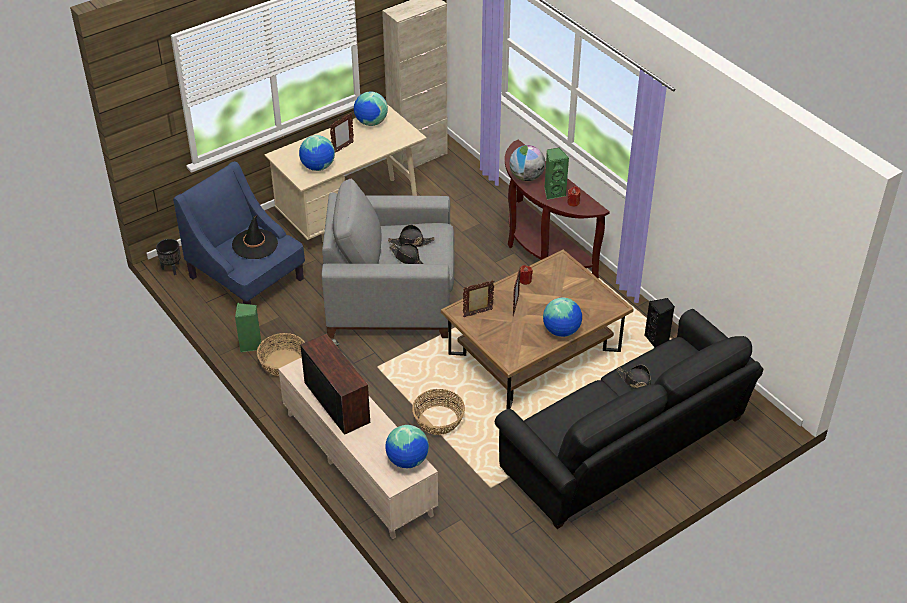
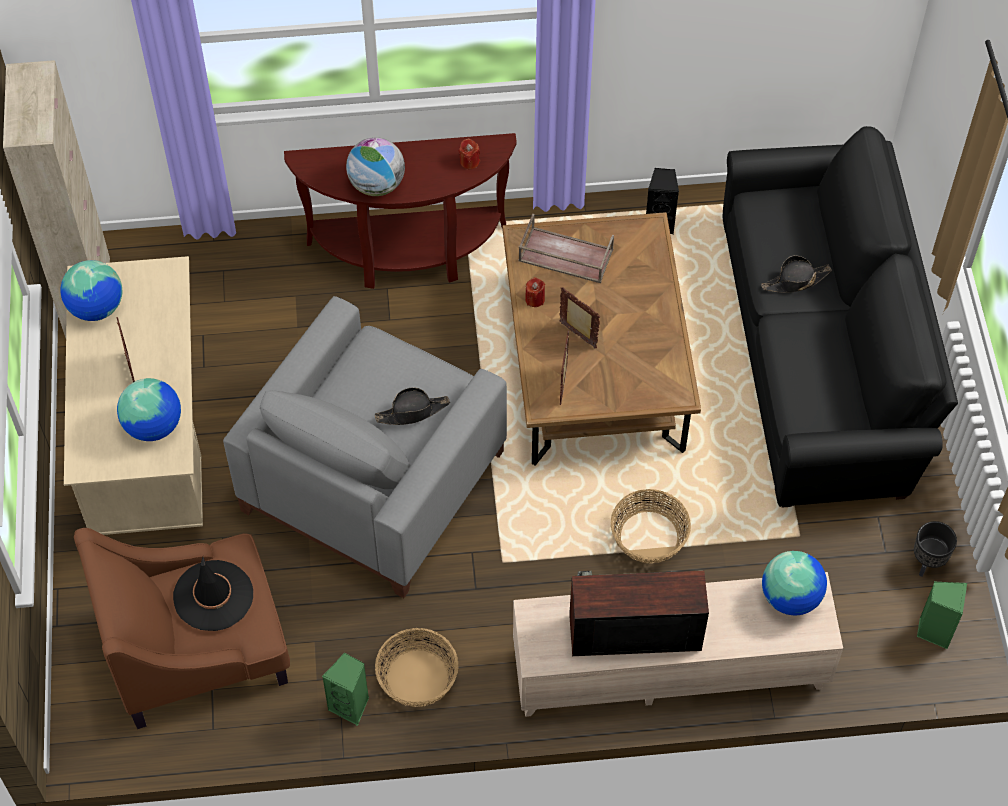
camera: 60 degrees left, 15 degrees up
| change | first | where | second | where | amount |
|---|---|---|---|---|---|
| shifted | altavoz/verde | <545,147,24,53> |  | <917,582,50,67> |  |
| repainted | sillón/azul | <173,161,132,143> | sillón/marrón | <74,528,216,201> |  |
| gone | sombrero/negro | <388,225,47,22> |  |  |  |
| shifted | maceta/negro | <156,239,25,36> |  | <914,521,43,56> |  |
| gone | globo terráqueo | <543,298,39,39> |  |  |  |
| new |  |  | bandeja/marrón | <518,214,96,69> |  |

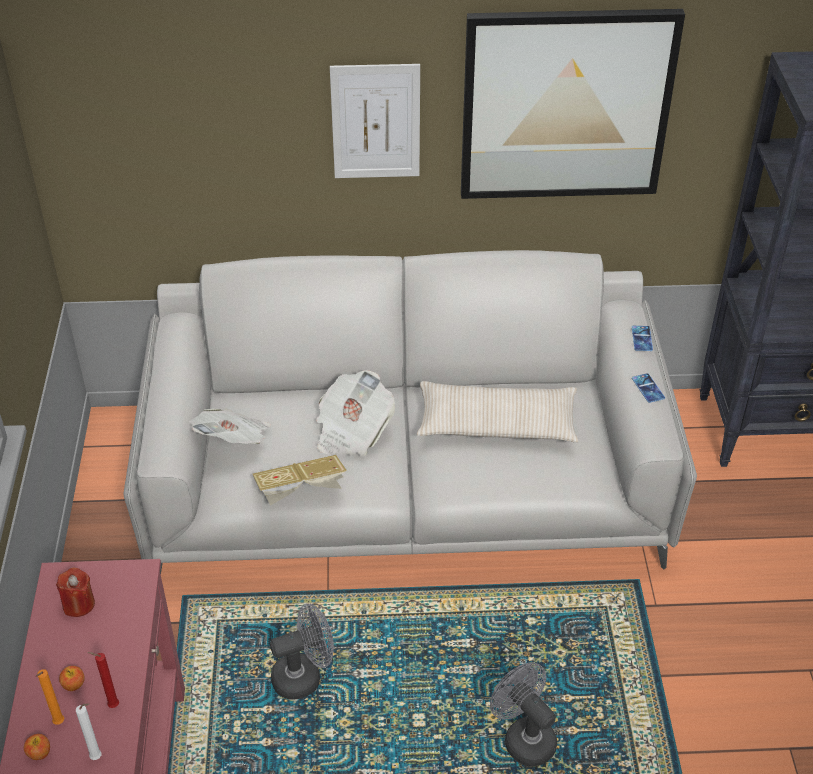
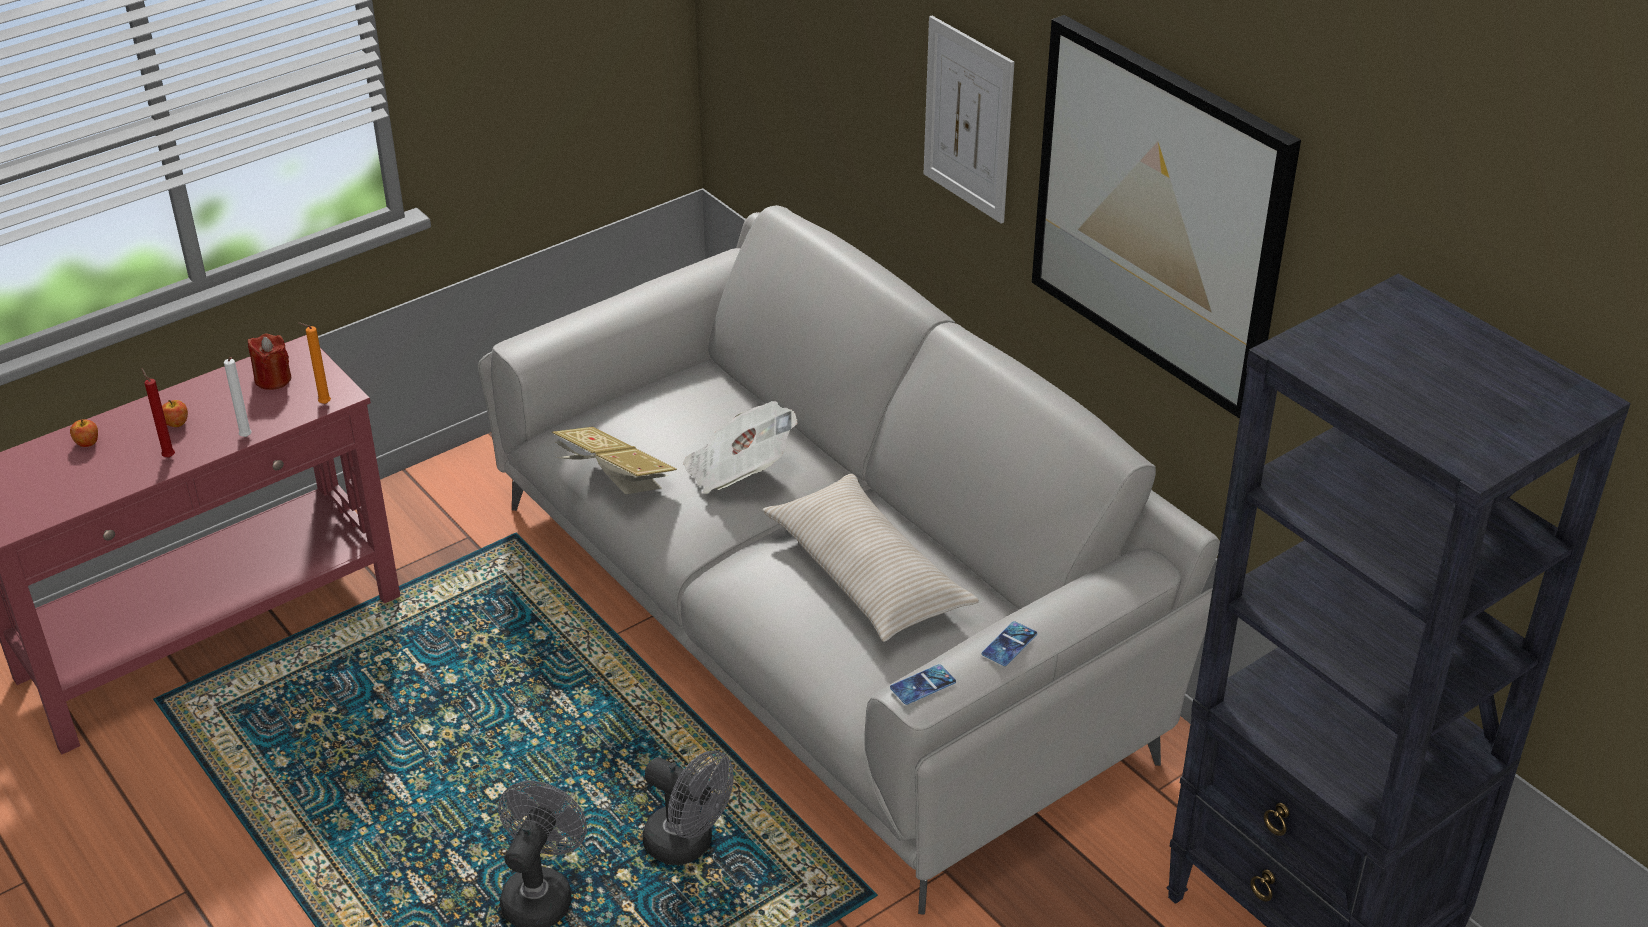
camera: 55 degrees right, 5 degrees down
| change | first | where | second | where | amount |
|---|---|---|---|---|---|
| shifted | móvil | <632,326,21,25> |  | <890,664,66,41> |  |
| gone | periódico | <189,409,82,35> |  |  |  |
| shifted | ventilador/gris | <270,603,64,96> |  | <642,751,92,114> |  |
| shifted | vela/naranja | <36,669,28,56> |  | <299,323,32,81> |  |
| shifted | vela/blanco | <76,703,25,57> |  | <224,357,28,80> |  |

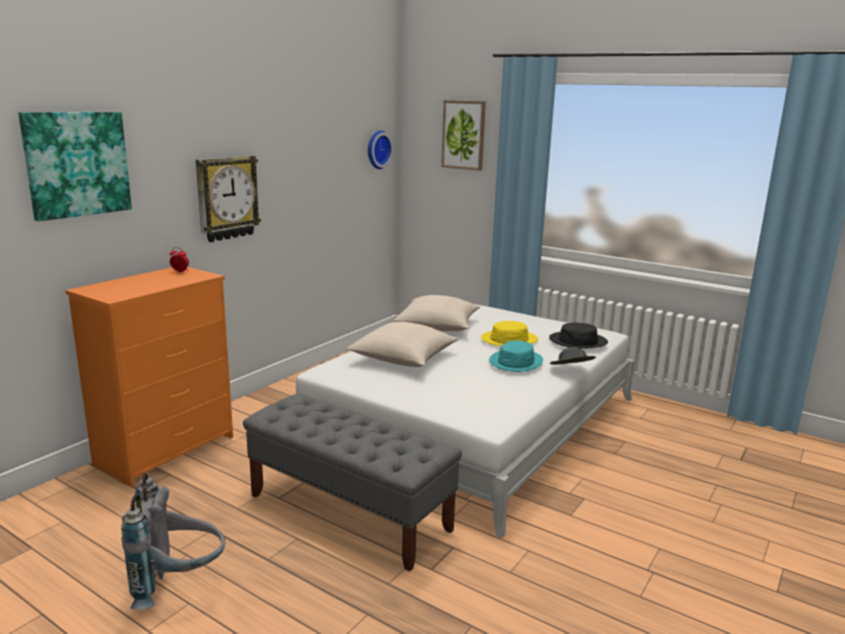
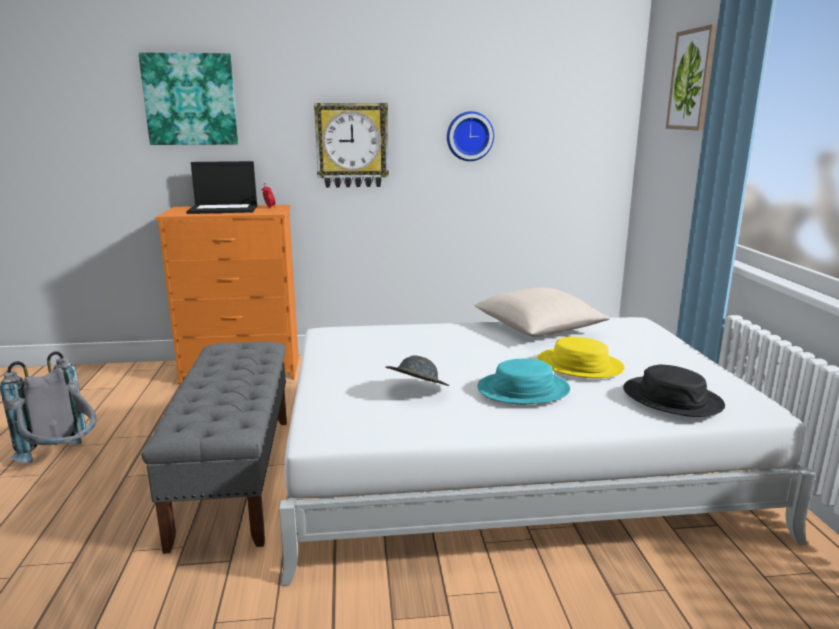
camera: 50 degrees right, 0 degrees up
| change | first | where | second | where | amount |
|---|---|---|---|---|---|
| shifted | reloj de pared | <368,130,25,39> |  | <447,111,47,50> |  |
| gone | cojín/beis | <347,322,112,45> |  |  |  |
| shifted | sombrero/gris | <550,347,46,18> |  | <385,355,64,31> |  |
| new |  |  | portátil | <186,161,71,53> |  |

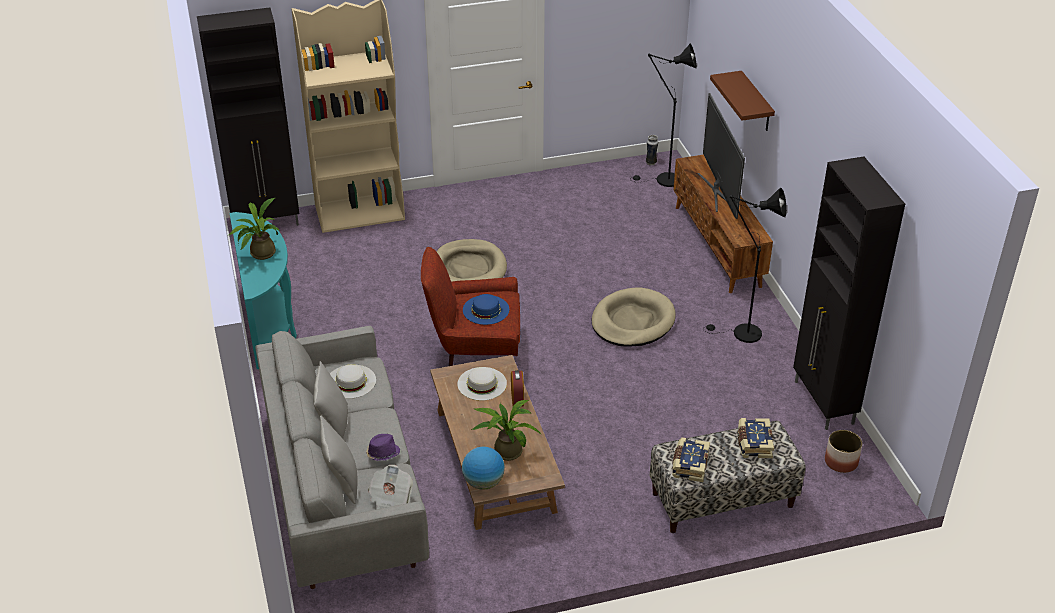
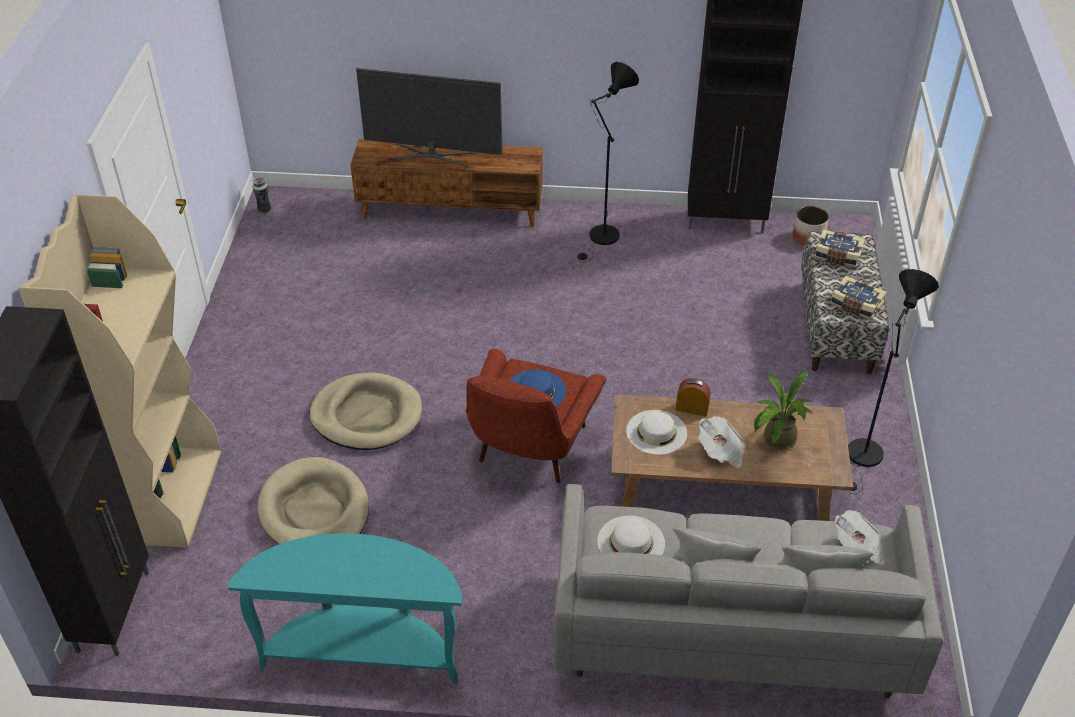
camera: 70 degrees left, 5 degrees up
| change | first | where | second | where | amount |
|---|---|---|---|---|---|
| shifted | lámpara de pie/negro | <633,43,64,144> |  | <848,269,91,226> |  |
| gone | estante/marrón | <710,71,65,60> |  |  |  |
| gone | planta en maceta | <229,198,51,62> |  |  |  |
| shifted | cama para perro/beis | <591,287,85,59> |  | <258,457,111,88> |  |
| gone | sombrero/morado | <366,434,34,27> |  |  |  |
| gone | globo terráqueo | <462,447,43,43> |  |  |  |
| new |  |  | periódico | <698,416,48,52> |  |

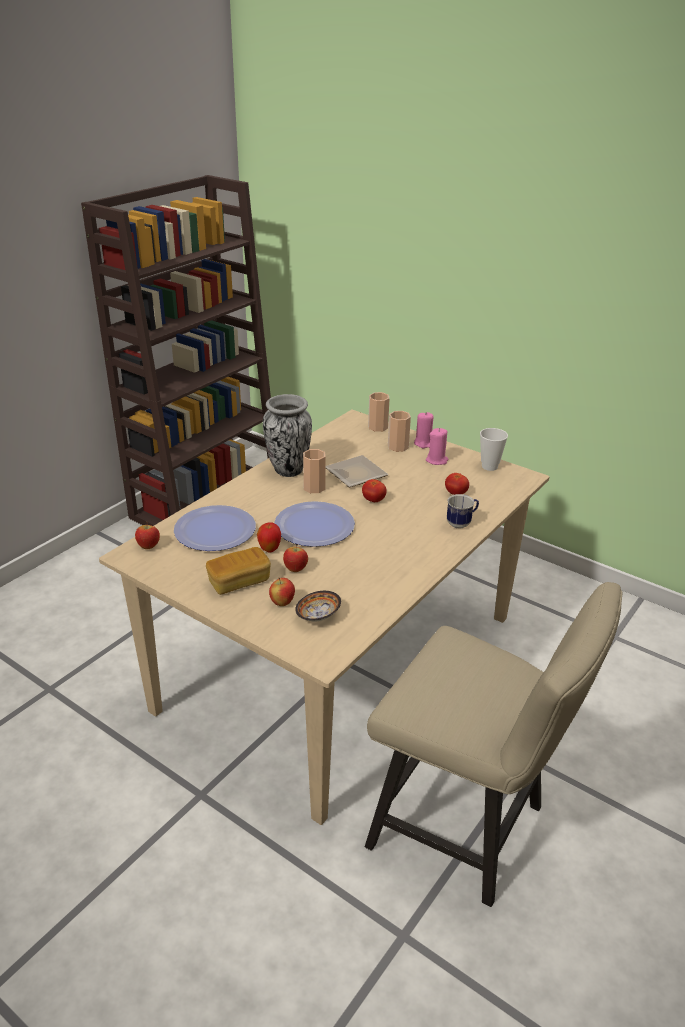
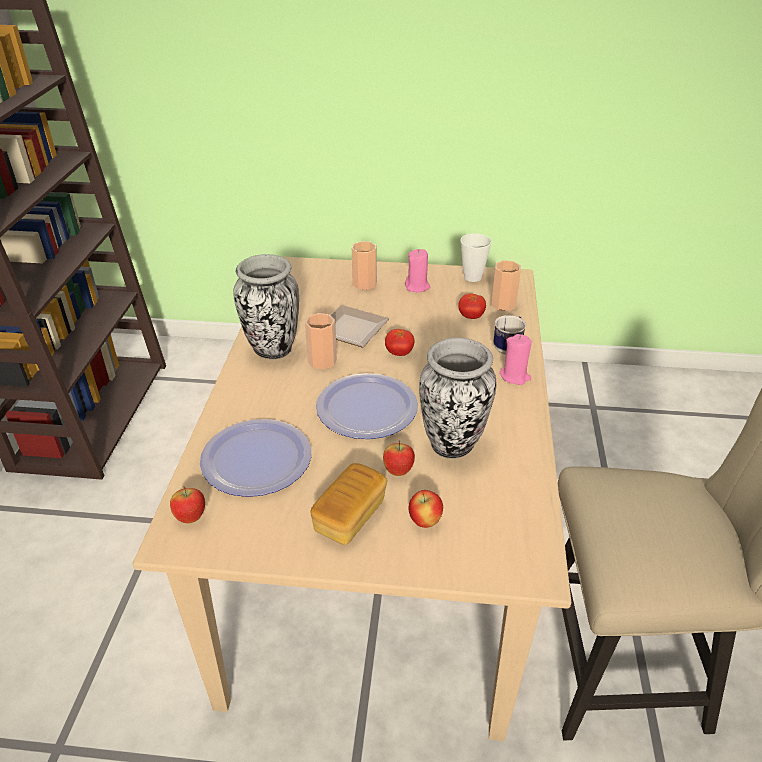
camera: 30 degrees left, 5 degrees up
| change | first | where | second | where | amount |
|---|---|---|---|---|---|
| shifted | taza | <368,392,22,40> |  | <491,260,30,51> |  |
| shifted | vela/rosa | <414,412,20,36> |  | <500,334,32,51> |  |
| gone | manzana | <257,522,24,30> |  |  |  |
| gone | cuenco | <295,591,46,30> |  |  |  |
| new |  |  | florero | <419,337,78,122> |  |

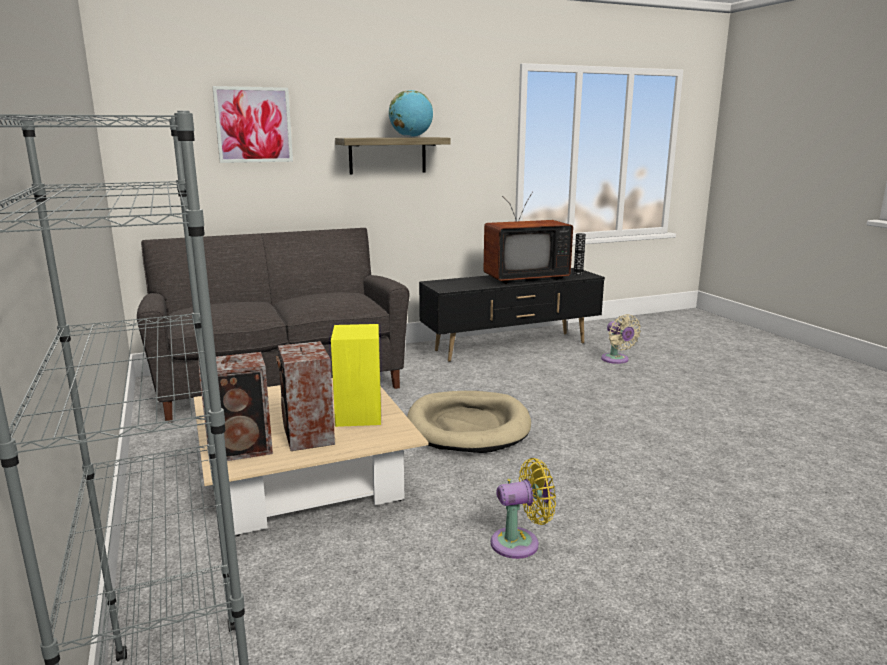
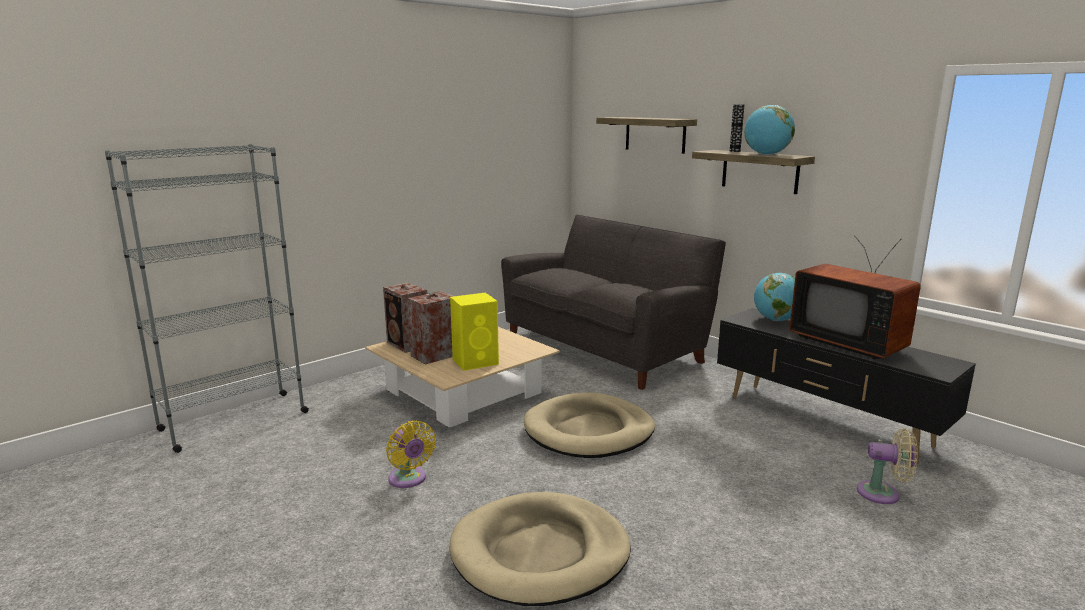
camera: 70 degrees right, 0 degrees up
| change | first | where | second | where | amount |
|---|---|---|---|---|---|
| swapped | cuadro | <212,86,81,77> | estante | <596,117,101,37> |  |
| shifted | florero | <574,233,12,42> |  | <730,104,14,48> |  |
| rotated | ventilador/beis | <601,314,40,50> |  | <857,428,61,76> | 120 degrees counterclockwise |
| new |  |  | globo terráqueo | <754,273,41,48> |  |
| new |  |  | cama para perro/beis | <449,492,182,114> |  |

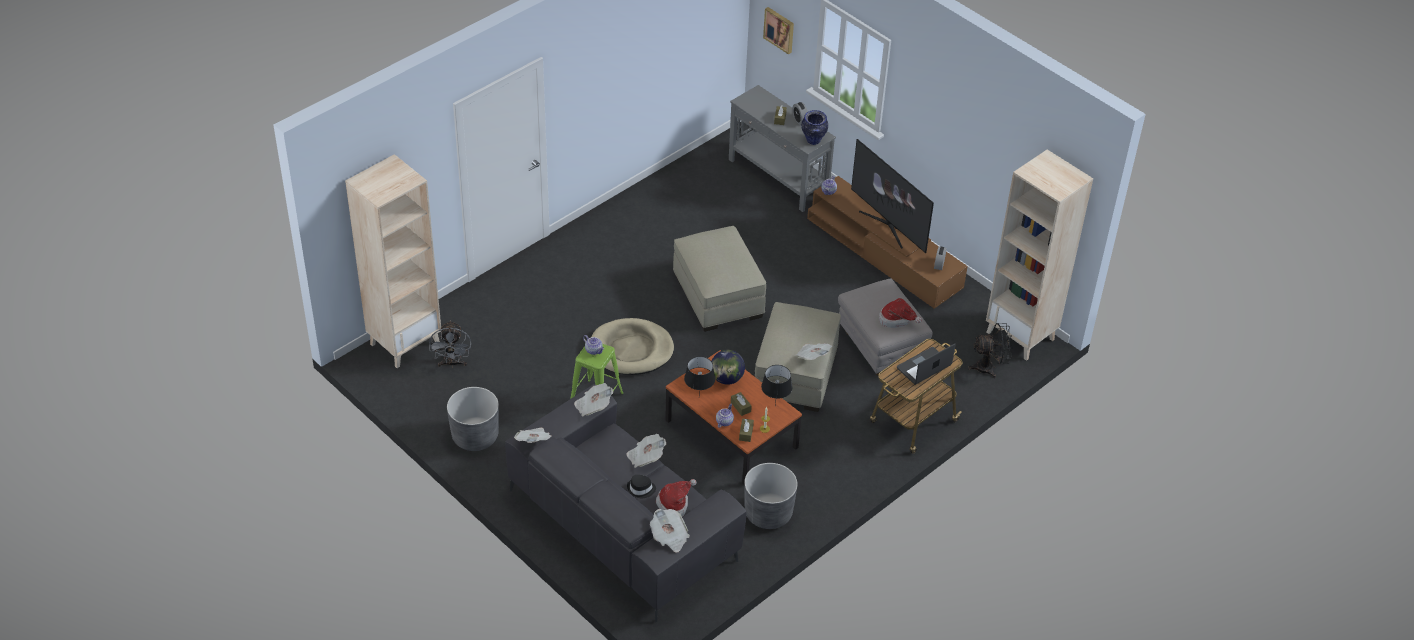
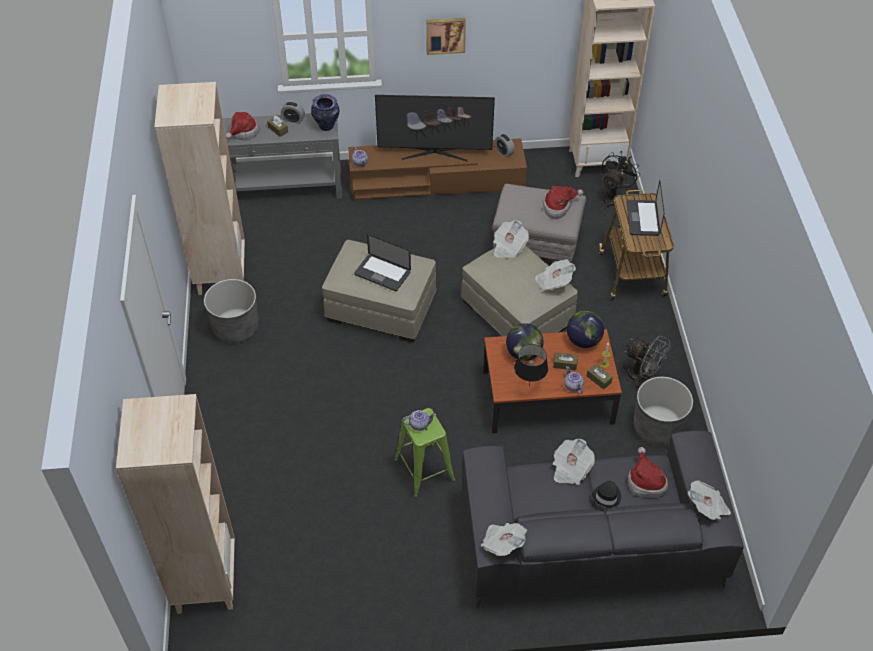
camera: 50 degrees left, 5 degrees up
| change | first | where | second | where | amount |
|---|---|---|---|---|---|
| shifted | cuadro | <763,7,31,48> |  | <426,18,40,37> |  |
| gone | cama para perro/beis | <592,318,82,57> |  |  |  |
| shifted | ventilador/gris | <429,320,42,48> |  | <621,336,50,52> |  |
| swapped | lámpara de mesa/negro | <761,365,32,41> | globo terráqueo | <567,311,37,37> |  |
| shifted | periódico | <574,383,39,34> |  | <493,220,36,39> |  |
| shifted | maceta/gris | <447,387,52,64> |  | <204,279,55,64> |  |
| new |  |  | estantería/beis | <154,82,91,213> |  |
| new |  |  | sombrero | <226,112,34,28> |  |
| new |  |  | portátil | <354,234,57,57> |  |

